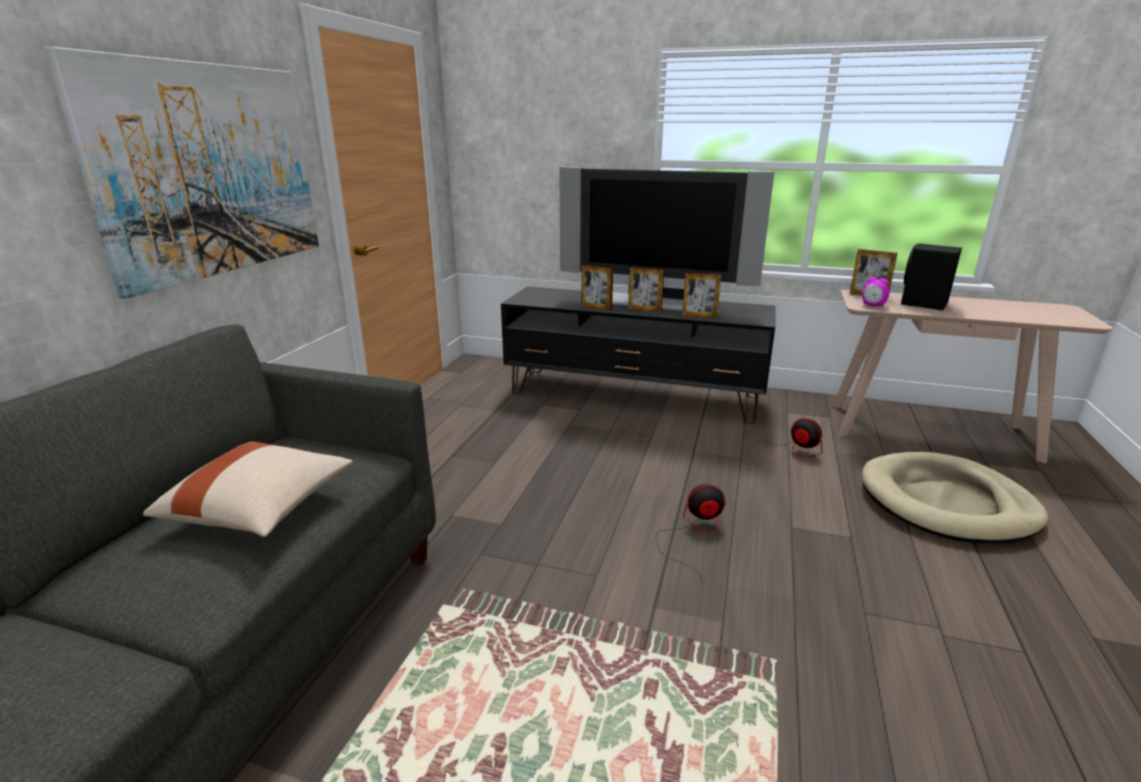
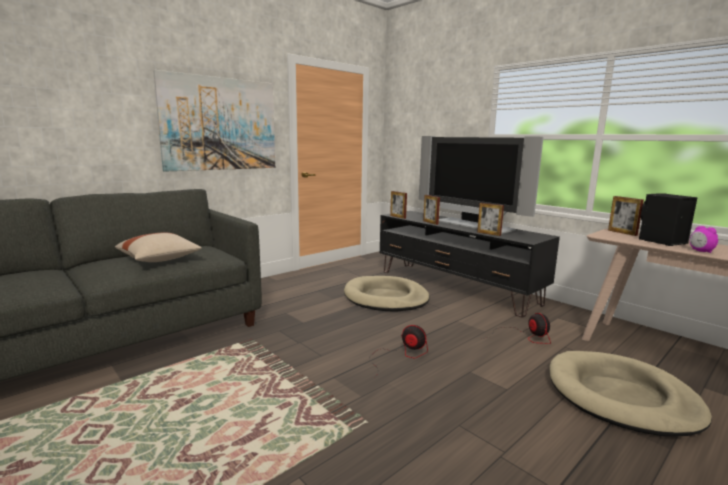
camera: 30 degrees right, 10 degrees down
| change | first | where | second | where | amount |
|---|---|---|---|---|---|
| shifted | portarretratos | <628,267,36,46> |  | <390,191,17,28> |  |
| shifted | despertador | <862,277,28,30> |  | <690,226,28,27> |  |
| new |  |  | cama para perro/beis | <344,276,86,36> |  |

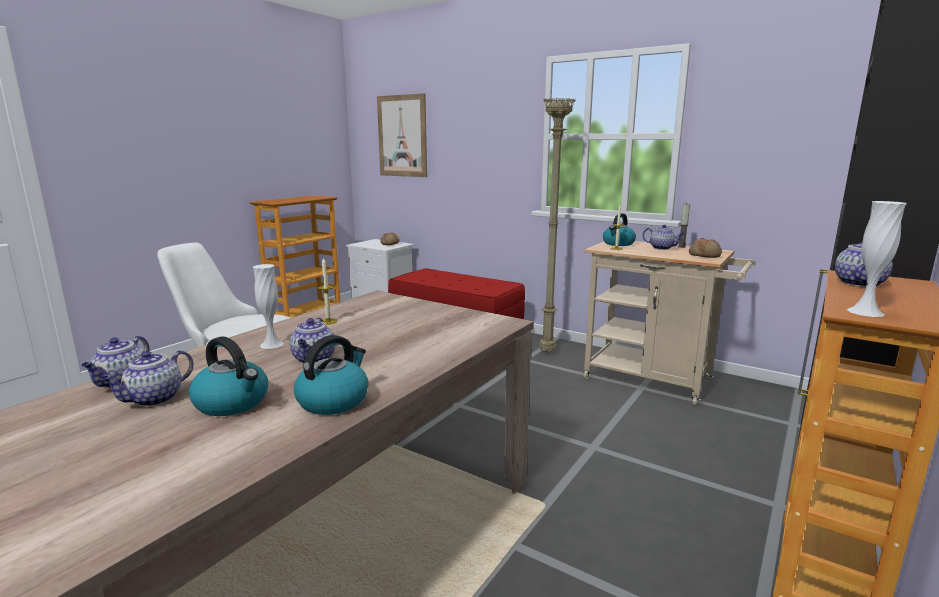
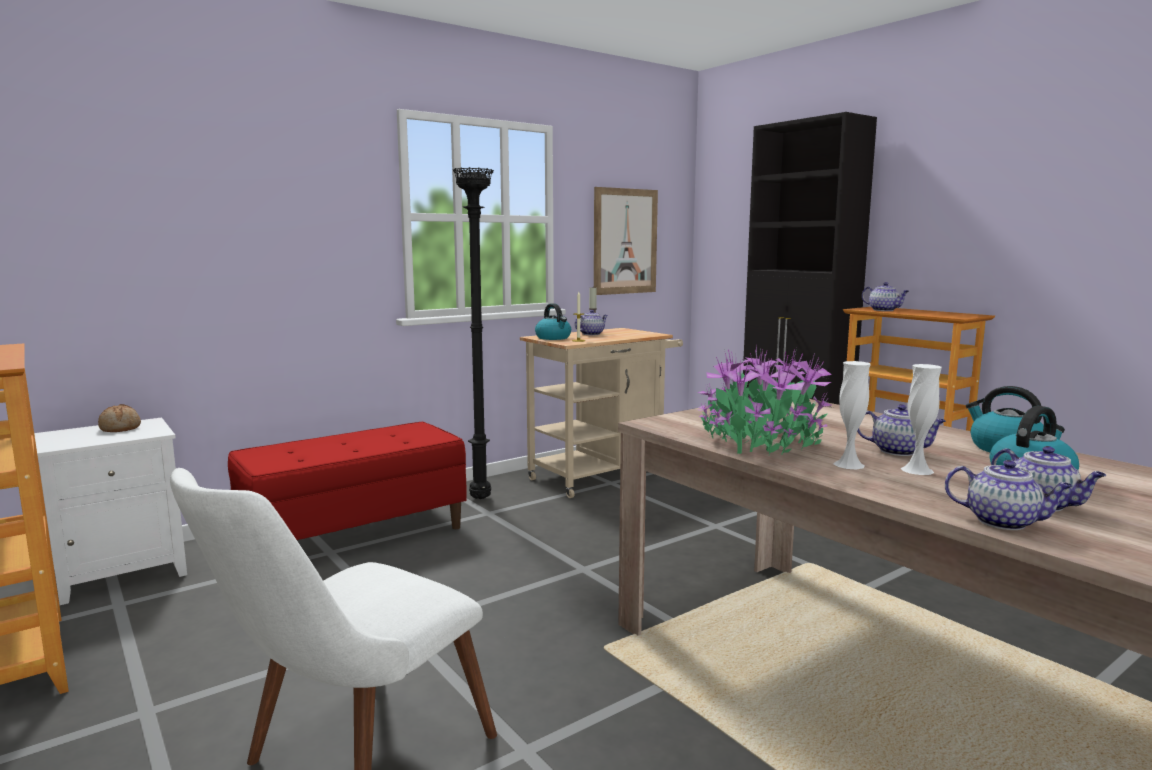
camera: 70 degrees left, 5 degrees down
| change | first | where | second | where | amount |
|---|---|---|---|---|---|
| shifted | cuadro | <377,93,50,84> |  | <594,187,64,108> |  |
| repainted | lámpara de pie/beis | <539,98,37,255> | lámpara de pie/negro | <453,167,41,332> |  |
| shifted | florero/blanco | <847,201,60,116> |  | <901,364,41,111> |  |
| gone | pan | <689,238,33,20> |  |  |  |
| swapped | vela | <318,257,19,68> | planta en maceta | <696,345,137,110> |  |

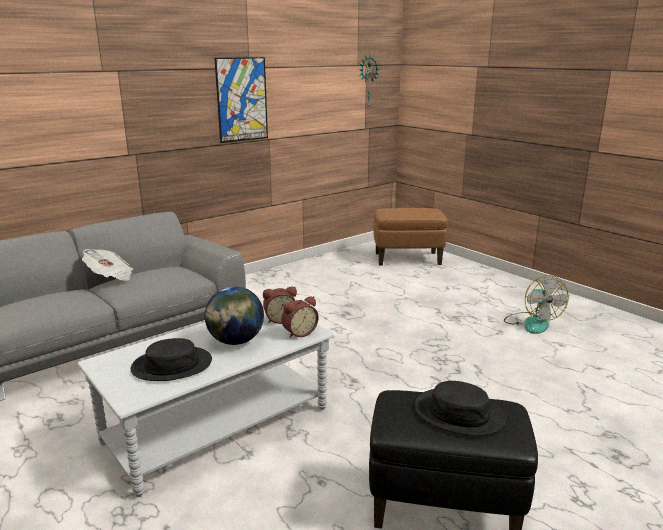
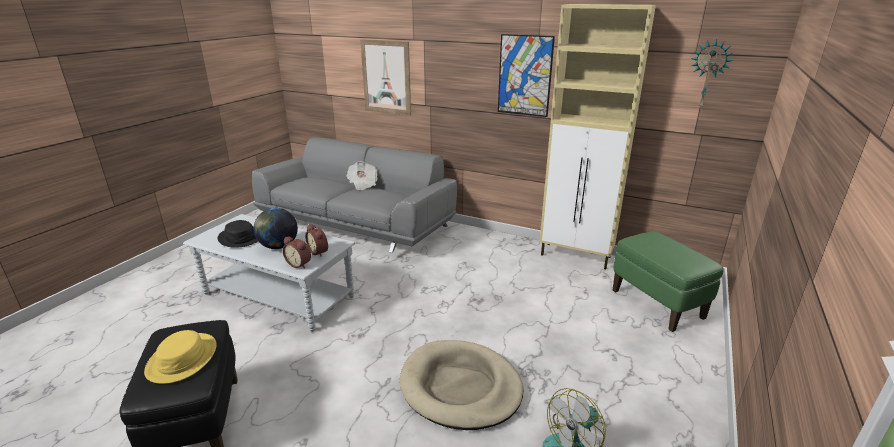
camera: 65 degrees right, 5 degrees up
| change | first | where | second | where | amount |
|---|---|---|---|---|---|
| repainted | puf/marrón | <374,208,74,57> | puf/verde | <613,232,111,100> |  |
| repainted | sombrero/negro | <414,381,92,55> | sombrero/amarillo | <144,330,73,54> |  |
| new |  |  | armario/beis | <540,4,116,265> |  |
| new |  |  | cuadro | <360,39,51,77> |  |
| new |  |  | cama para perro/beis | <400,340,123,90> |  |

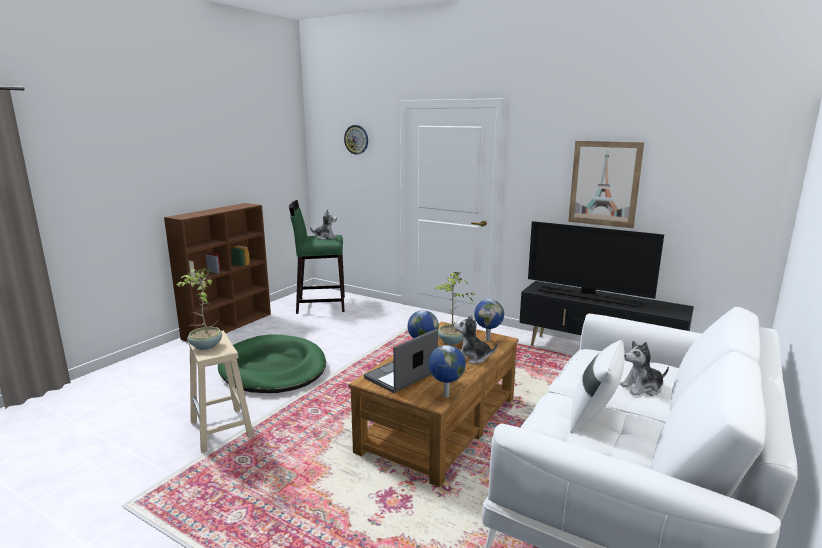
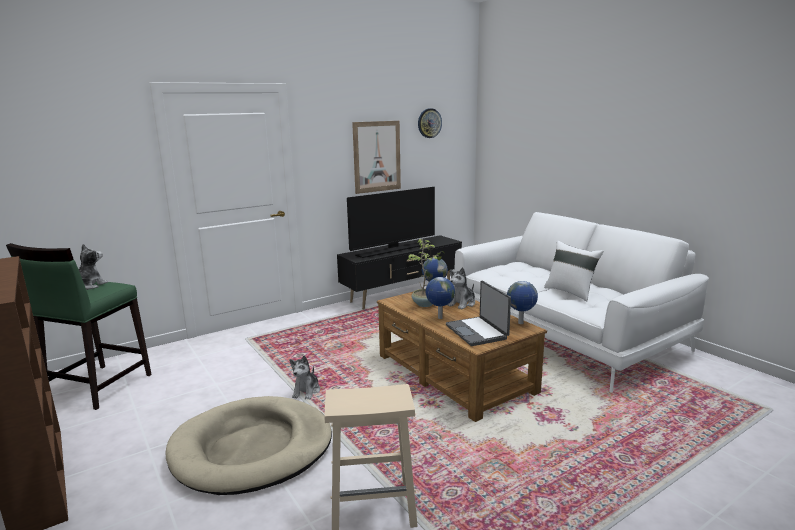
camera: 65 degrees left, 0 degrees up
| change | first | where | second | where | amount |
|---|---|---|---|---|---|
| shifted | reloj de pared | <344,125,24,30> |  | <418,108,24,30> |  |
| gone | planta en maceta | <176,268,46,82> |  |  |  |
| repainted | cama para perro/verde | <218,334,108,59> | cama para perro/beis | <165,396,167,99> |  |
| shifted | peluche | <620,341,49,55> |  | <289,355,31,45> |  |

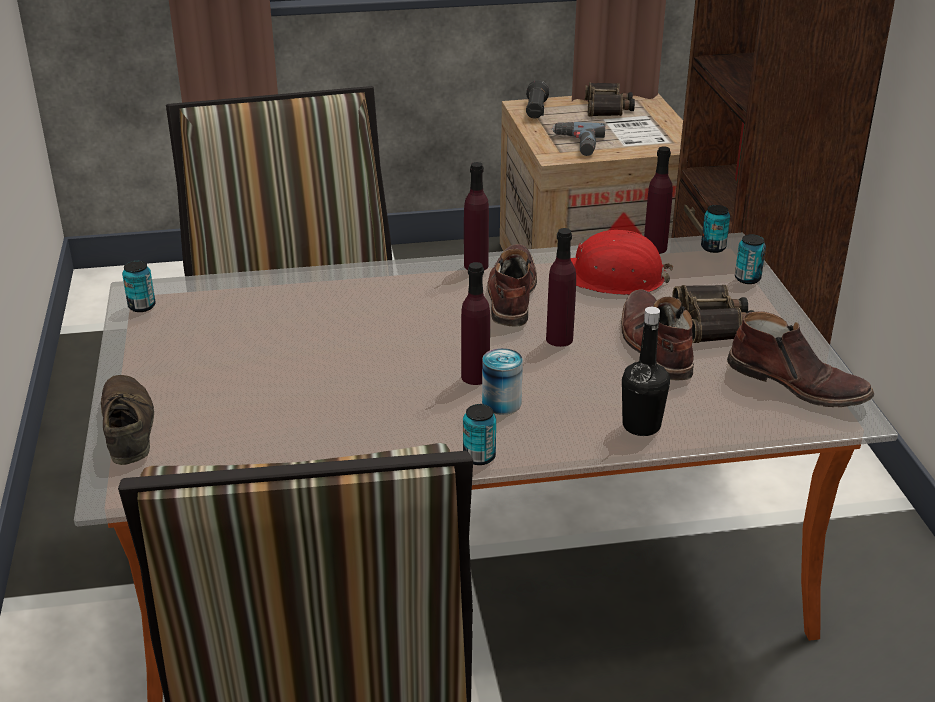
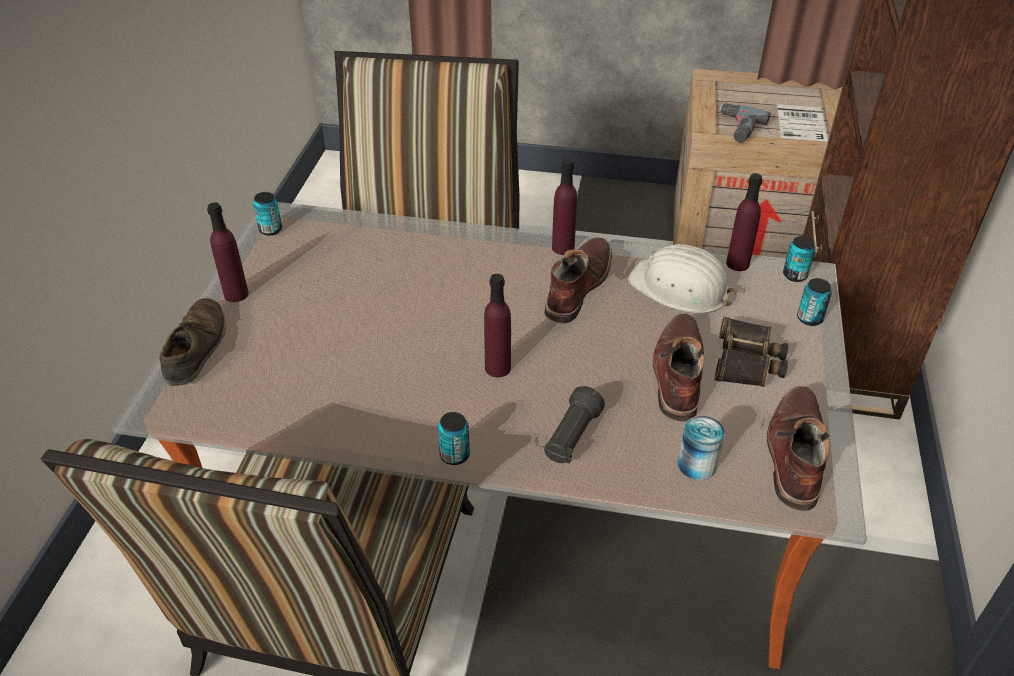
camera: 20 degrees right, 10 degrees up
| change | first | where | second | where | amount |
|---|---|---|---|---|---|
| shifted | linterna/negro | <526,80,23,39> |  | <544,386,61,77> |  |
| gone | prismáticos | <584,82,51,34> |  |  |  |
| shifted | botella/morado | <546,228,30,119> |  | <207,202,42,100> |  |
| repainted | casco/rojo | <571,230,103,65> | casco/blanco | <628,244,110,70> |  |
| gone | botella/negro | <622,307,48,129> |  |  |  |
| rotated | bota/marrón | <727,312,147,95> |  | <767,386,63,125> | 135 degrees counterclockwise |
| shifted | lata | <482,348,41,67> |  | <678,416,47,64> |  |

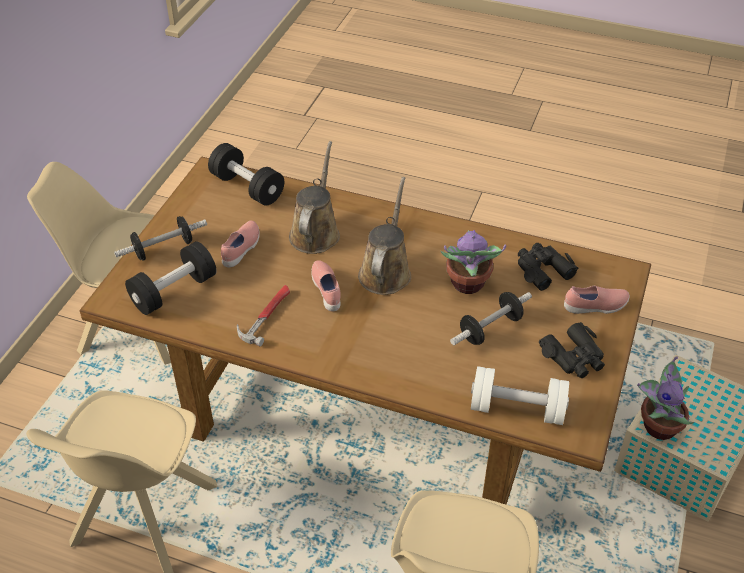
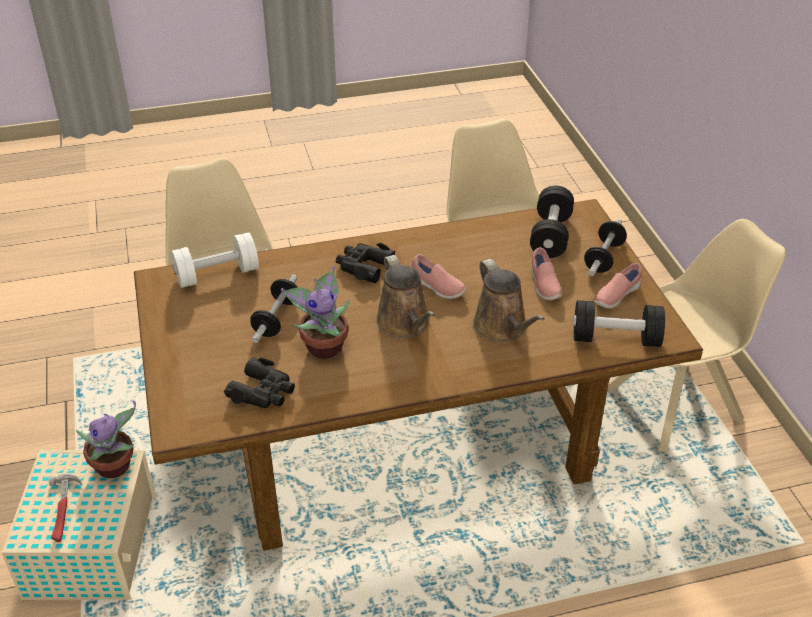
camera: 145 degrees right, 5 degrees down
| change | first | where | second | where | amount |
|---|---|---|---|---|---|
| shifted | martillo | <237,285,53,62> |  | <49,474,33,68> |  |
| shifted | zapato/rosa | <564,285,65,29> |  | <595,263,47,45> |  |
| shifted | prismáticos/negro | <539,322,66,56> |  | <335,243,61,40> |  |

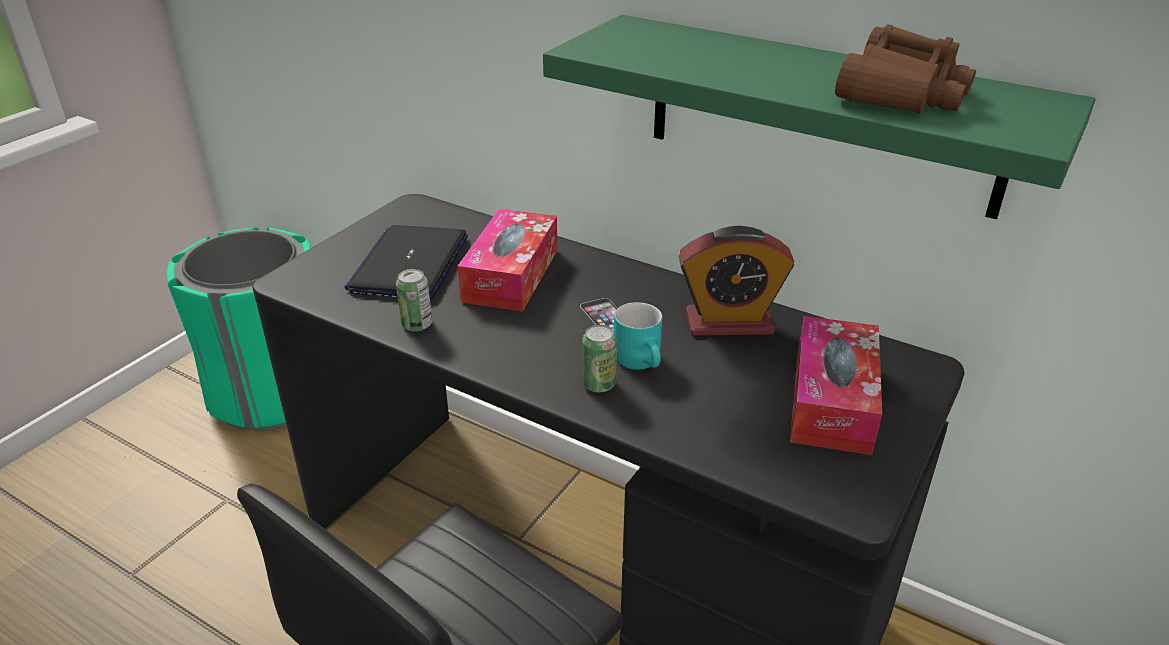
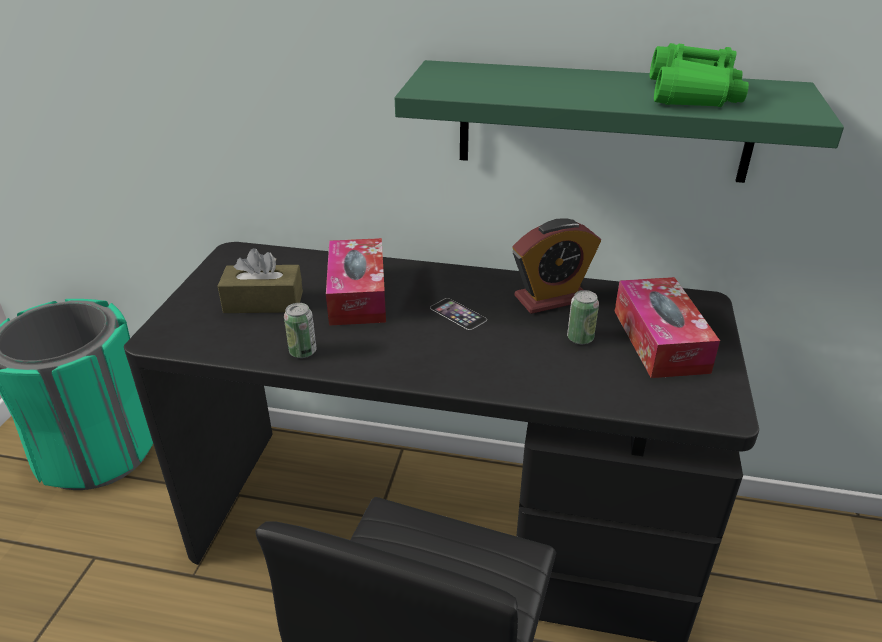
camera: 20 degrees left, 0 degrees up
| change | first | where | second | where | amount |
|---|---|---|---|---|---|
| repainted | prismáticos/marrón | <835,24,141,90> | prismáticos/verde | <650,43,99,64> |  |
| swapped | portátil | <345,225,123,74> | caja de pañuelos/marrón | <218,248,85,65> |  |
| gone | taza grande/turquesa | <614,302,48,68> |  |  |  |
| shifted | lata | <582,325,35,67> |  | <567,290,32,54> |  |

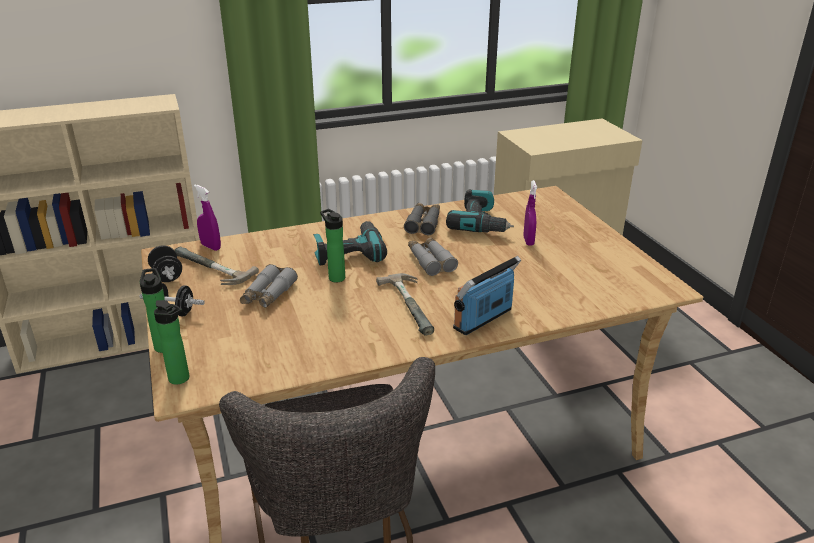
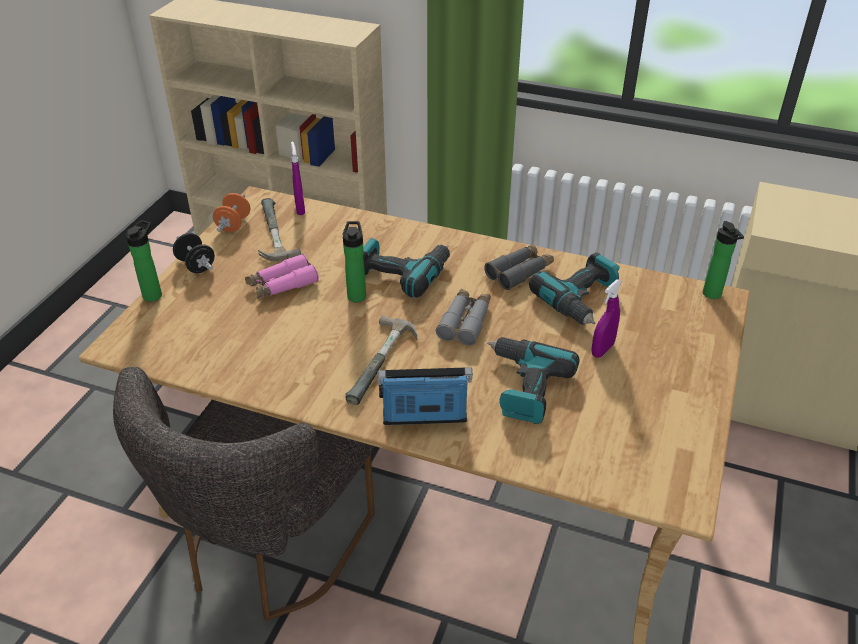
camera: 40 degrees right, 10 degrees up
| change | first | where | second | where | amount |
|---|---|---|---|---|---|
| repainted | mancuerna/negro | <148,245,34,37> | mancuerna/naranja | <213,193,37,39> |  |
| repainted | prismáticos/gris | <240,264,58,44> | prismáticos/rosa | <245,254,74,44> |  |
| shifted | botella | <154,300,35,85> |  | <703,221,41,78> |  |
| new |  |  | taladro | <487,337,93,87> |  |

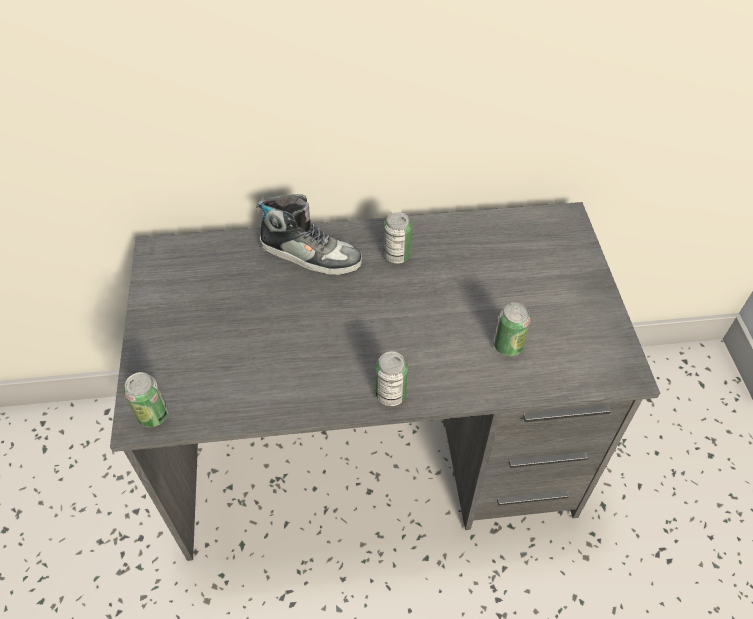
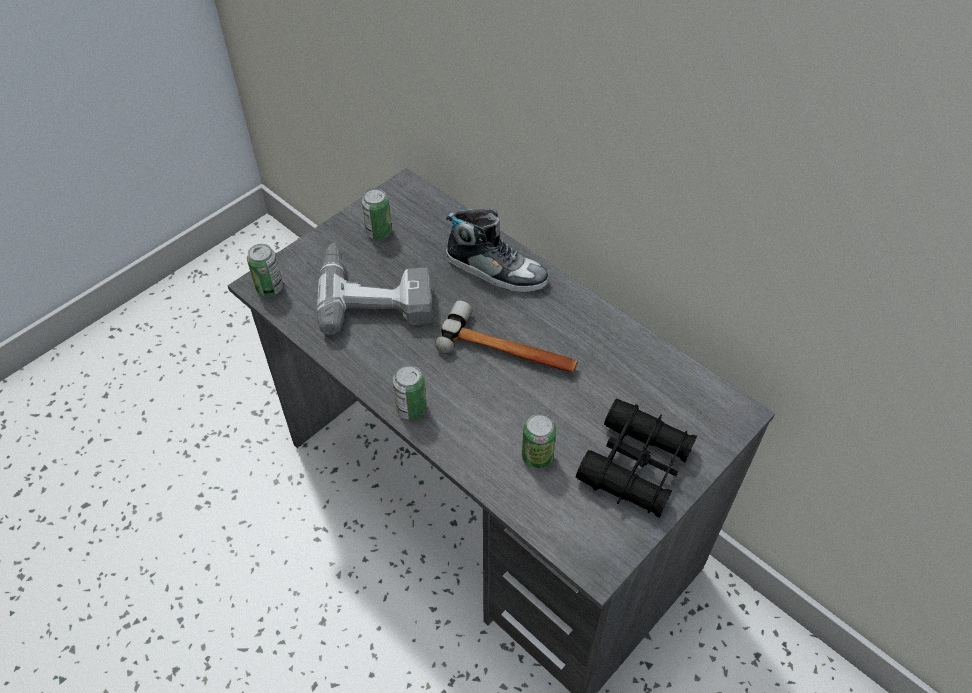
camera: 50 degrees right, 0 degrees up
| change | first | where | second | where | amount |
|---|---|---|---|---|---|
| rotated | zapato | <256,194,106,81> |  | <446,208,103,85> | 45 degrees counterclockwise |
| shifted | lata | <384,212,28,52> |  | <362,188,30,52> |  |
| new |  |  | taladro | <317,243,116,92> |  |
| new |  |  | martillo | <435,301,143,71> |  |
| new |  |  | prismáticos/negro | <576,399,121,119> |  |

